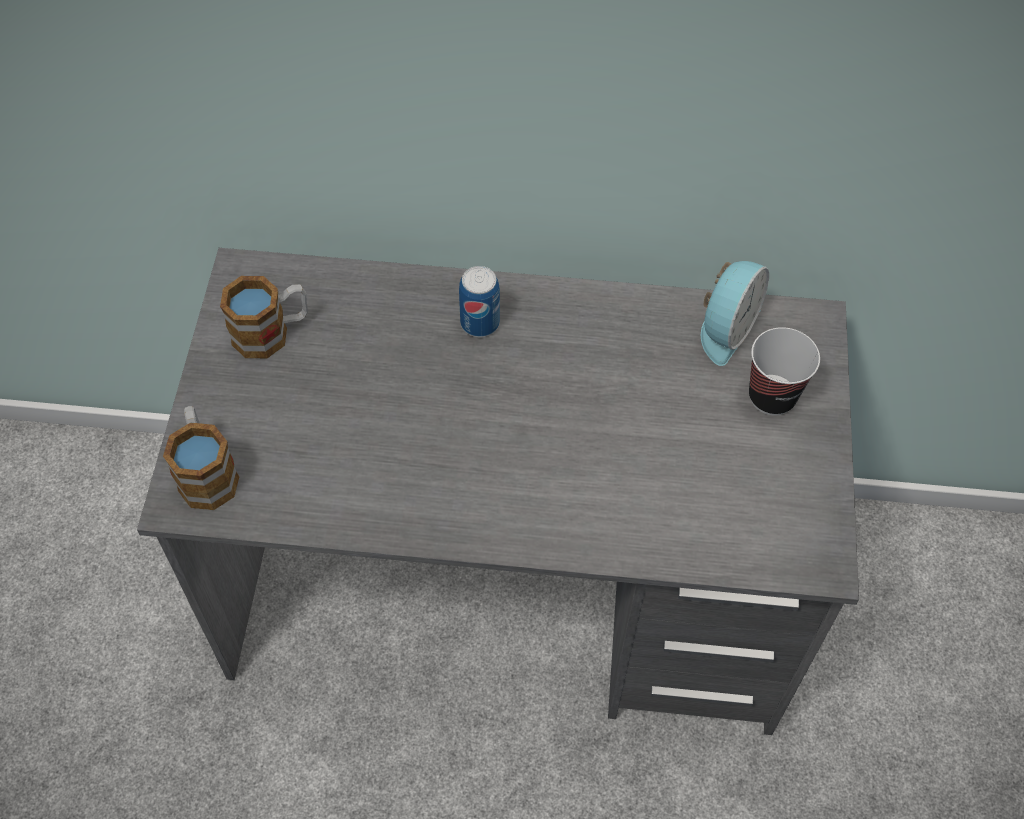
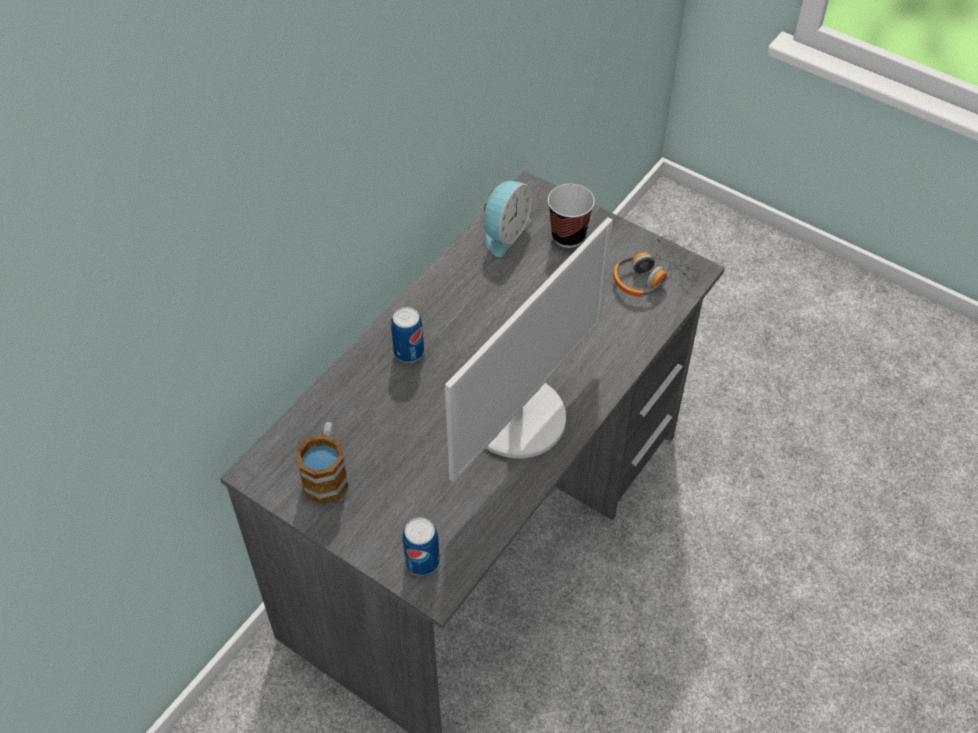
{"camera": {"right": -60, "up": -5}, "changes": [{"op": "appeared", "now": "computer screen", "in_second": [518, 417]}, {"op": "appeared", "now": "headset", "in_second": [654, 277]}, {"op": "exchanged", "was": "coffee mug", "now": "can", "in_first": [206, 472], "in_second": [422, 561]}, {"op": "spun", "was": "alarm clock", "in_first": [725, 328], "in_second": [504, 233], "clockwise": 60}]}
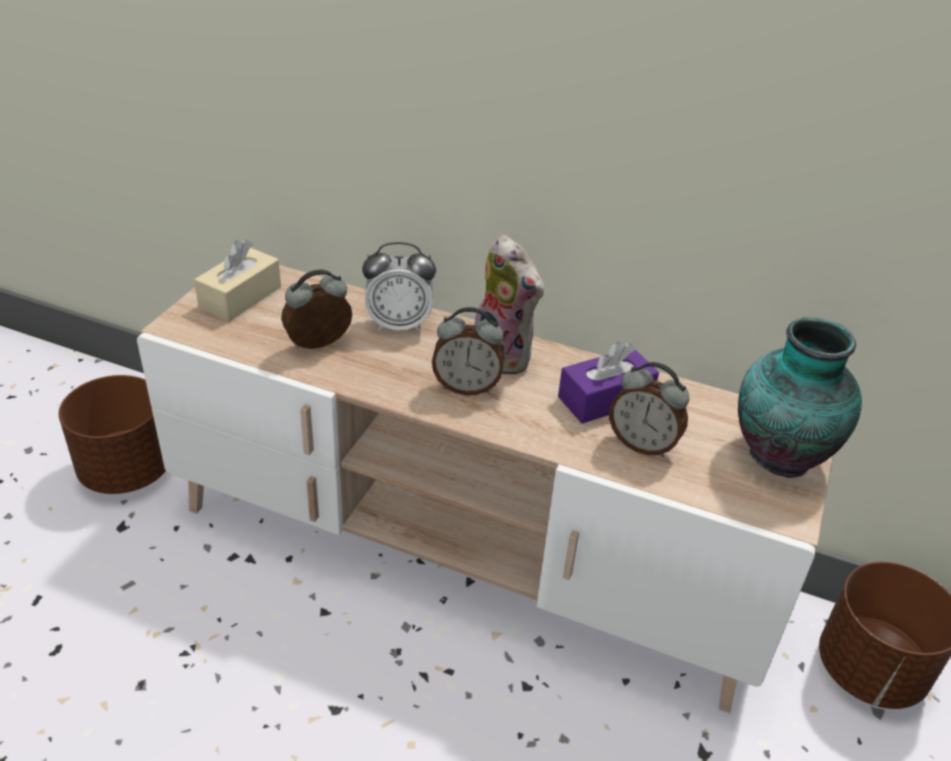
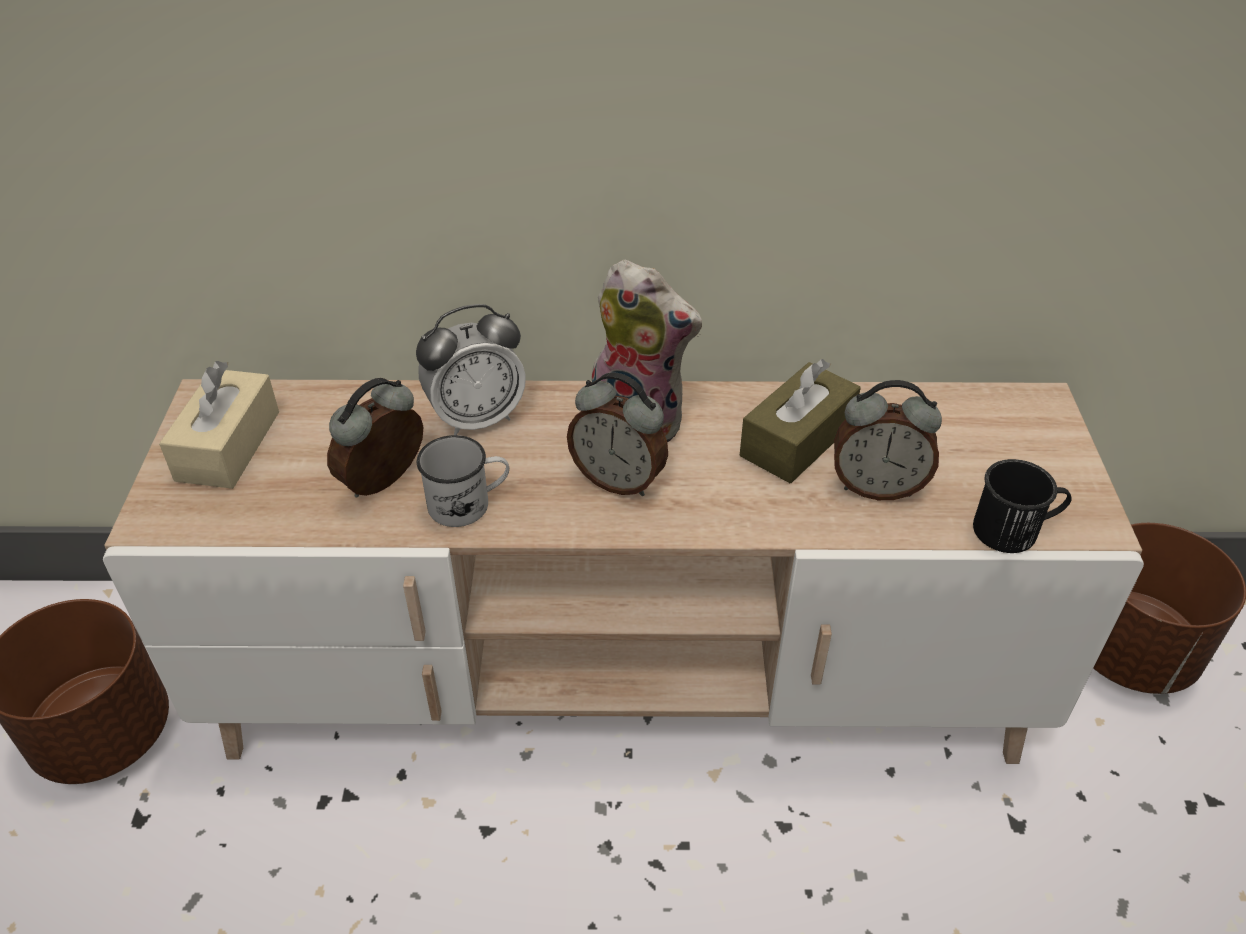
{"camera": {"right": -20, "up": 5}, "changes": [{"op": "missing", "was": "vase", "in_first": [780, 454]}, {"op": "appeared", "now": "white coffee mug", "in_second": [468, 503]}, {"op": "appeared", "now": "black-coloured coffee mug", "in_second": [1015, 530]}, {"op": "colour", "was": "purple box of tissues", "now": "brown-coloured box of tissues", "in_first": [605, 399], "in_second": [797, 440]}, {"op": "spun", "was": "alarm clock", "in_first": [467, 387], "in_second": [619, 480], "clockwise": 45}]}
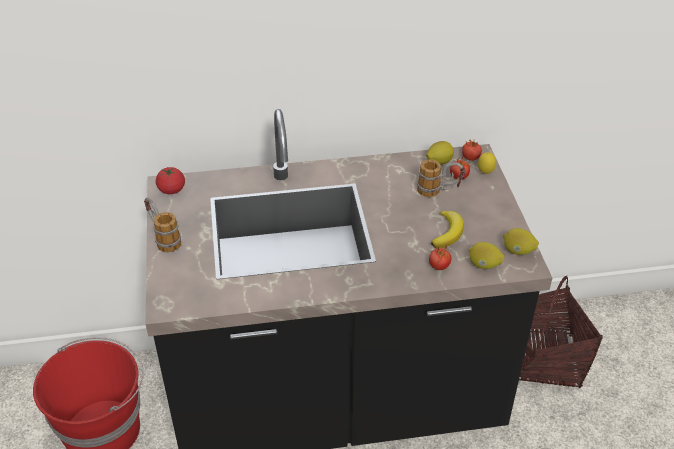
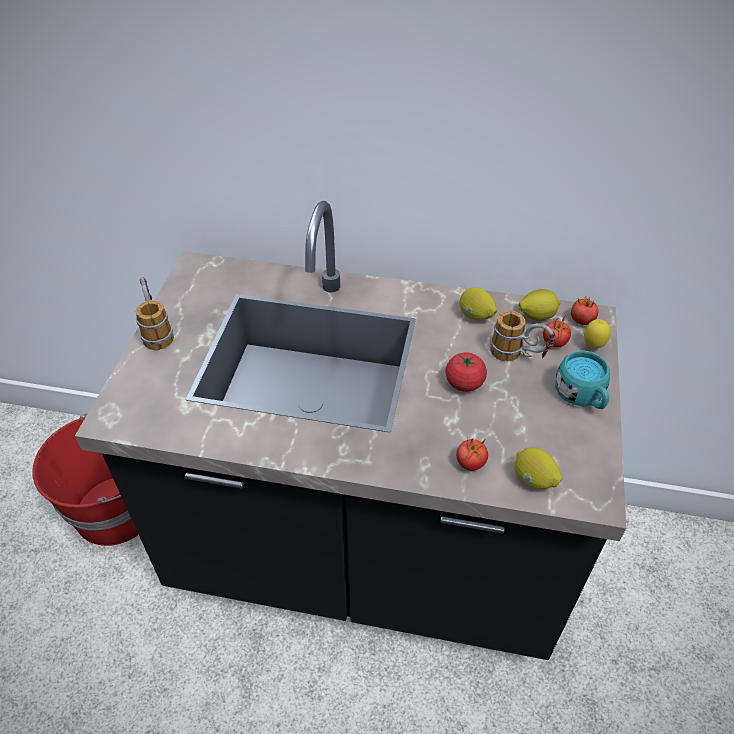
{"camera": {"right": 20, "up": 5}, "changes": [{"op": "missing", "was": "whole banana", "in_first": [447, 232]}, {"op": "missing", "was": "household basket", "in_first": [542, 359]}, {"op": "appeared", "now": "turquoise coffee mug", "in_second": [582, 396]}, {"op": "relocated", "was": "whole tomato", "in_first": [171, 190], "in_second": [464, 383]}, {"op": "relocated", "was": "whole lemon", "in_first": [518, 251], "in_second": [475, 316]}]}
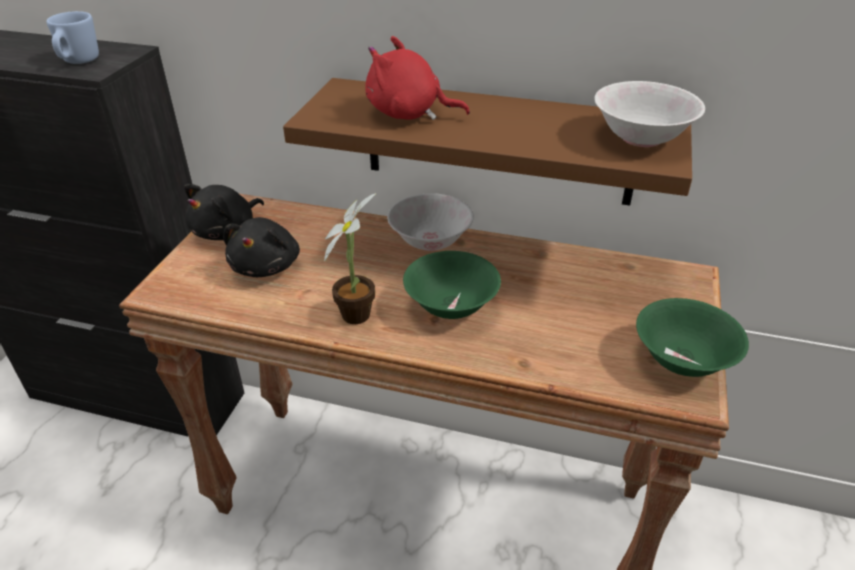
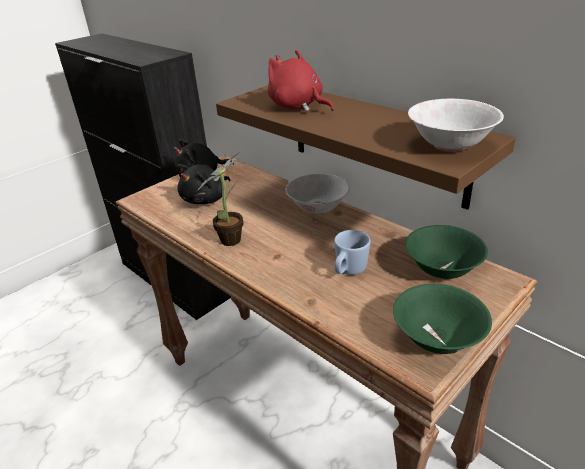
{"camera": {"right": 30, "up": -5}, "changes": [{"op": "relocated", "was": "blue coffee mug", "in_first": [78, 62], "in_second": [348, 271]}, {"op": "relocated", "was": "greenish deep dish", "in_first": [450, 306], "in_second": [441, 269]}]}
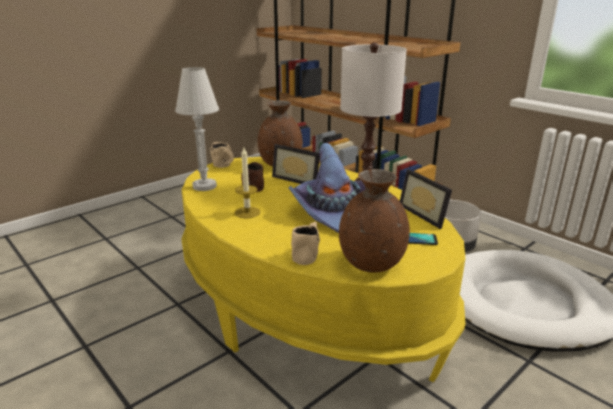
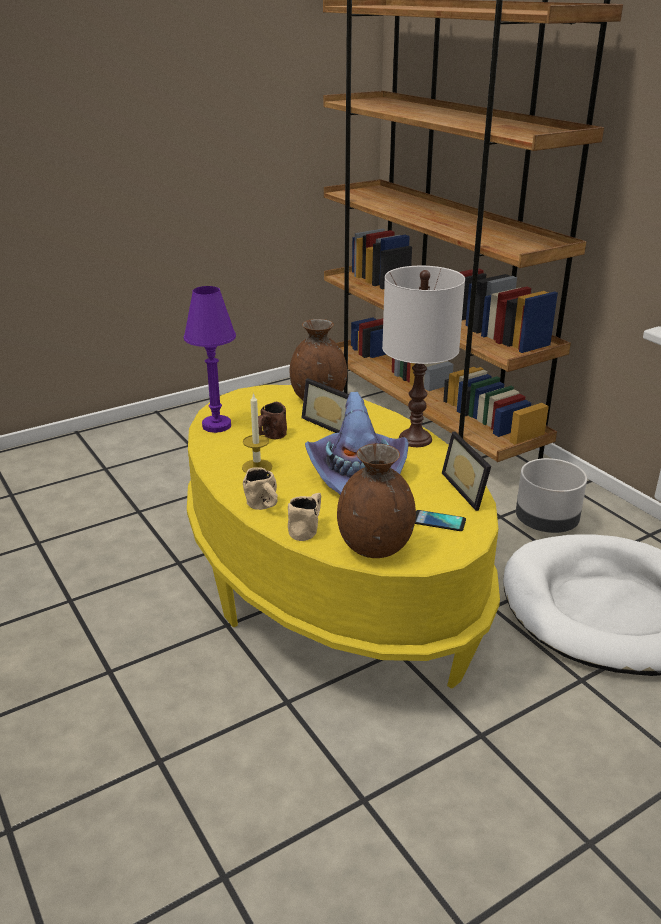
{"camera": {"right": 10, "up": 5}, "changes": [{"op": "relocated", "was": "sand-coloured coffee mug", "in_first": [225, 166], "in_second": [265, 507]}, {"op": "colour", "was": "white table lamp", "now": "purple table lamp", "in_first": [204, 186], "in_second": [216, 425]}]}
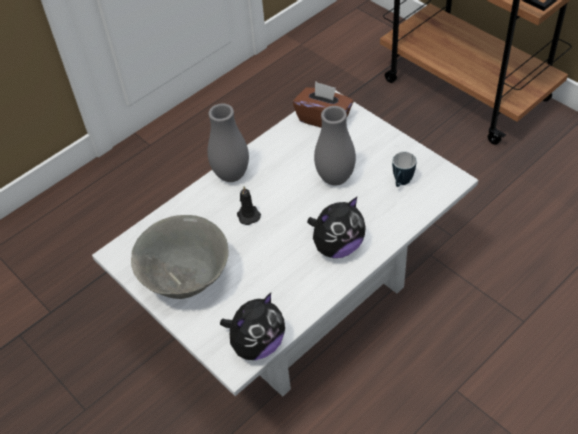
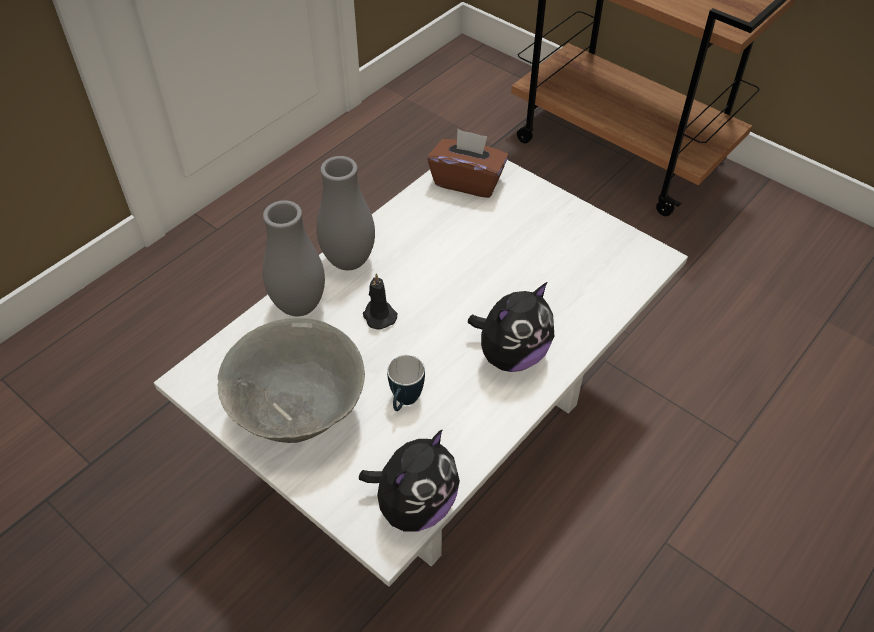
{"camera": {"right": -10, "up": 0}, "changes": [{"op": "relocated", "was": "grey vase", "in_first": [335, 178], "in_second": [299, 305]}, {"op": "relocated", "was": "coffee mug", "in_first": [401, 183], "in_second": [404, 402]}]}
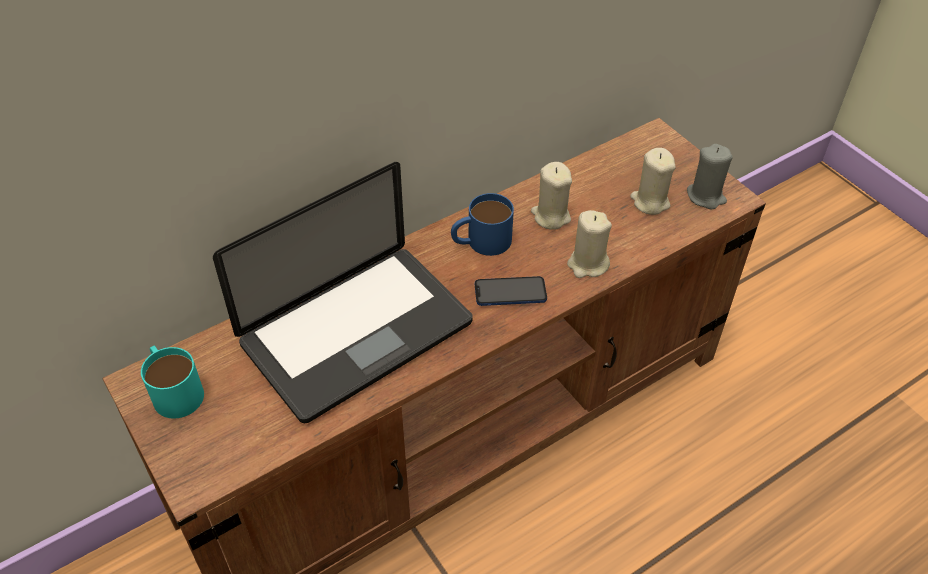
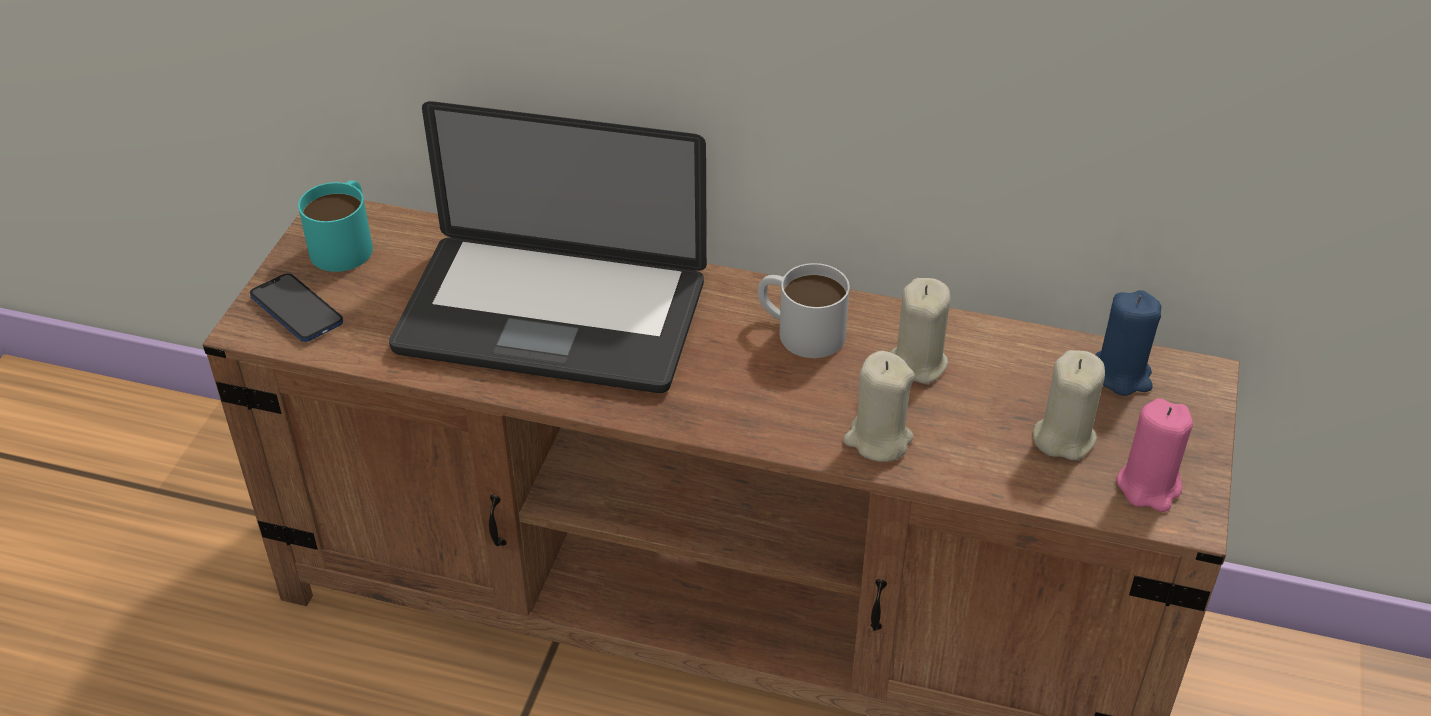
{"camera": {"right": 50, "up": -5}, "changes": [{"op": "appeared", "now": "blue wax light", "in_second": [1122, 374]}, {"op": "relocated", "was": "phone", "in_first": [510, 292], "in_second": [297, 310]}, {"op": "colour", "was": "blue coffee mug", "now": "white coffee mug", "in_first": [481, 241], "in_second": [799, 329]}, {"op": "colour", "was": "grey wax light", "now": "pink wax light", "in_first": [706, 196], "in_second": [1149, 486]}]}
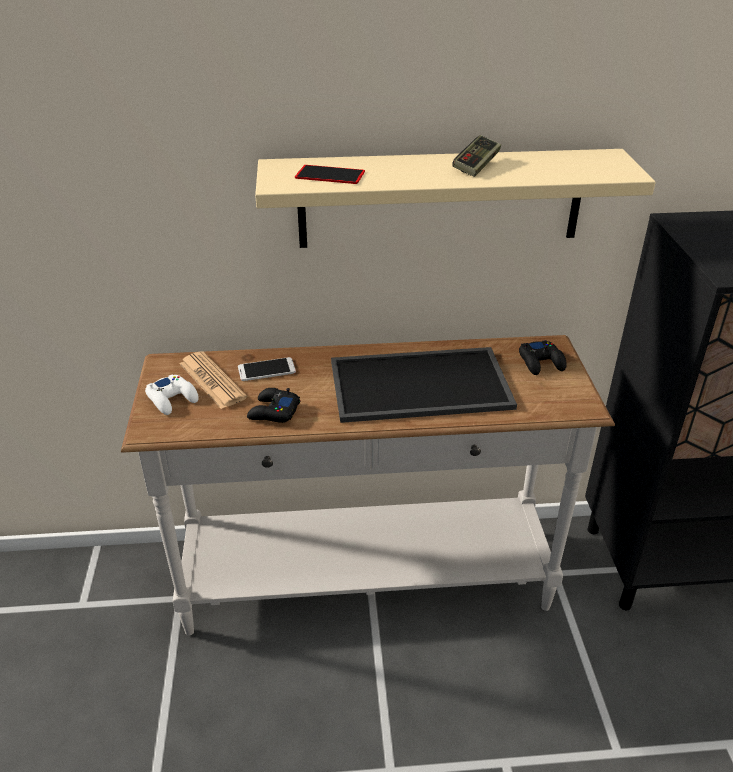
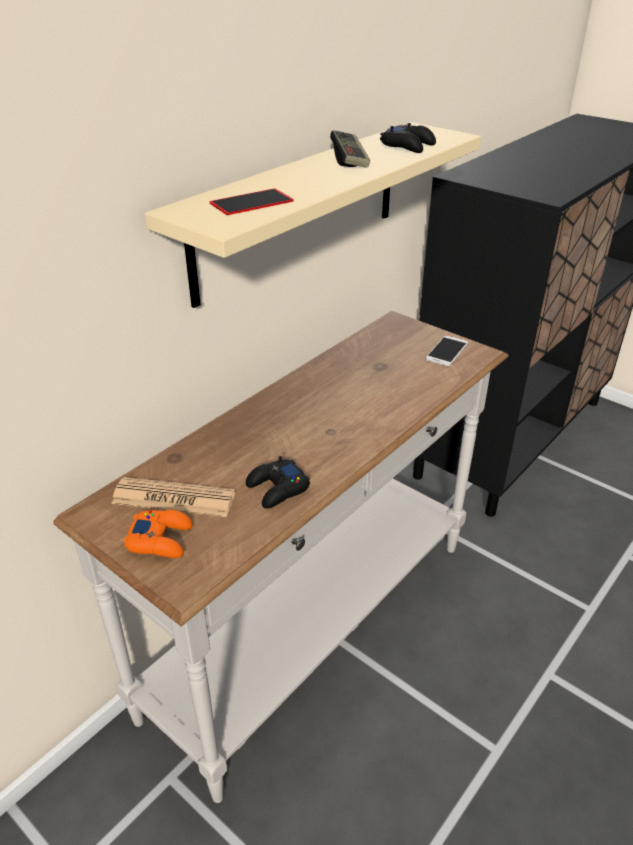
{"camera": {"right": -45, "up": 0}, "changes": [{"op": "missing", "was": "tray", "in_first": [421, 383]}, {"op": "relocated", "was": "phone", "in_first": [266, 370], "in_second": [447, 351]}, {"op": "relocated", "was": "black-coloured joypad", "in_first": [541, 362], "in_second": [408, 146]}, {"op": "colour", "was": "white joypad", "now": "orangey joypad", "in_first": [172, 399], "in_second": [161, 539]}]}
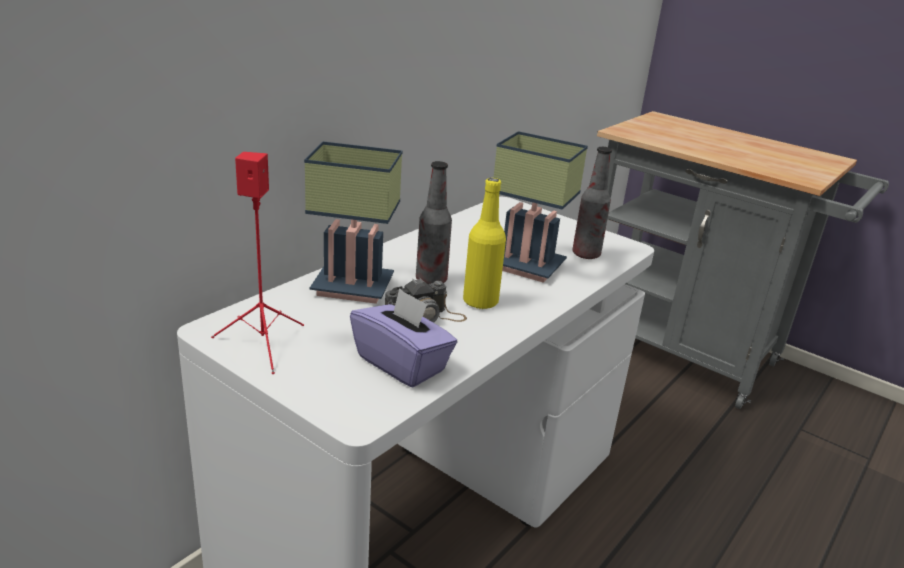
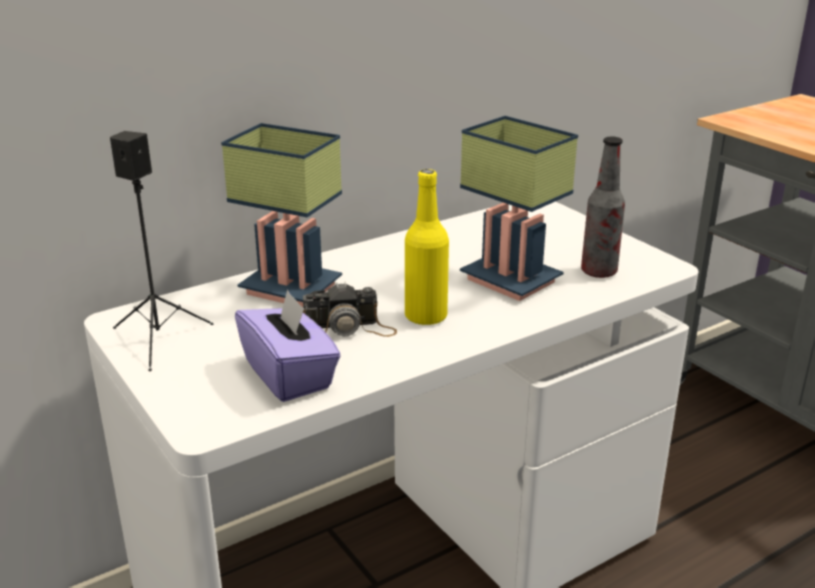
{"camera": {"right": 20, "up": 0}, "changes": [{"op": "missing", "was": "bottle", "in_first": [431, 280]}, {"op": "colour", "was": "reddish audio speaker", "now": "black-coloured audio speaker", "in_first": [263, 343], "in_second": [160, 339]}]}
